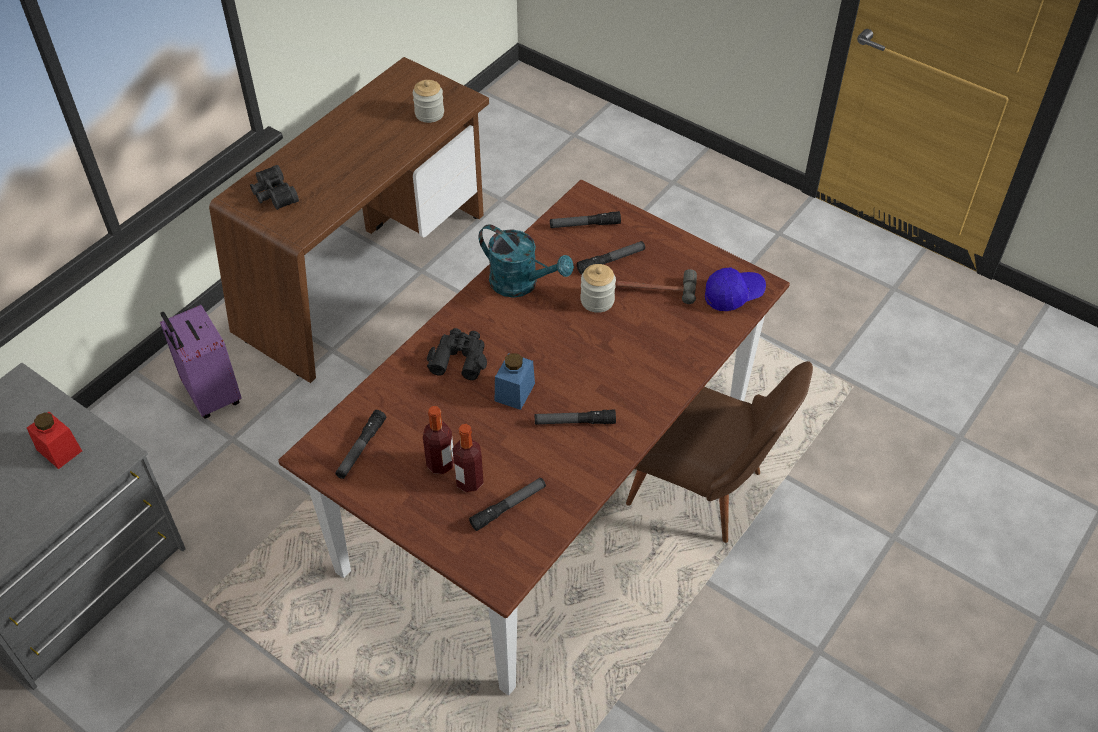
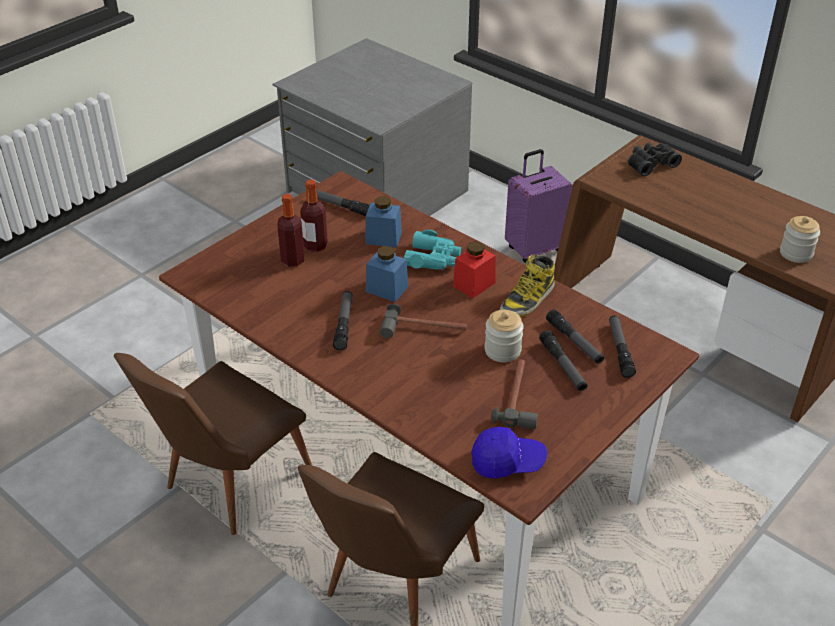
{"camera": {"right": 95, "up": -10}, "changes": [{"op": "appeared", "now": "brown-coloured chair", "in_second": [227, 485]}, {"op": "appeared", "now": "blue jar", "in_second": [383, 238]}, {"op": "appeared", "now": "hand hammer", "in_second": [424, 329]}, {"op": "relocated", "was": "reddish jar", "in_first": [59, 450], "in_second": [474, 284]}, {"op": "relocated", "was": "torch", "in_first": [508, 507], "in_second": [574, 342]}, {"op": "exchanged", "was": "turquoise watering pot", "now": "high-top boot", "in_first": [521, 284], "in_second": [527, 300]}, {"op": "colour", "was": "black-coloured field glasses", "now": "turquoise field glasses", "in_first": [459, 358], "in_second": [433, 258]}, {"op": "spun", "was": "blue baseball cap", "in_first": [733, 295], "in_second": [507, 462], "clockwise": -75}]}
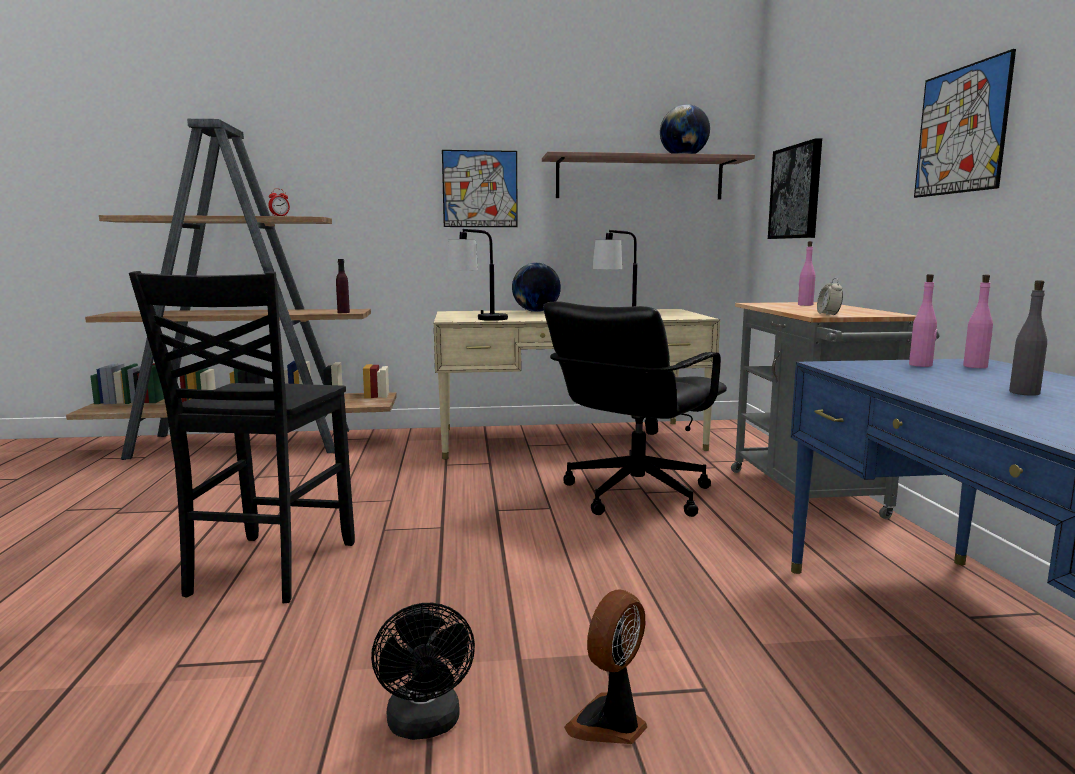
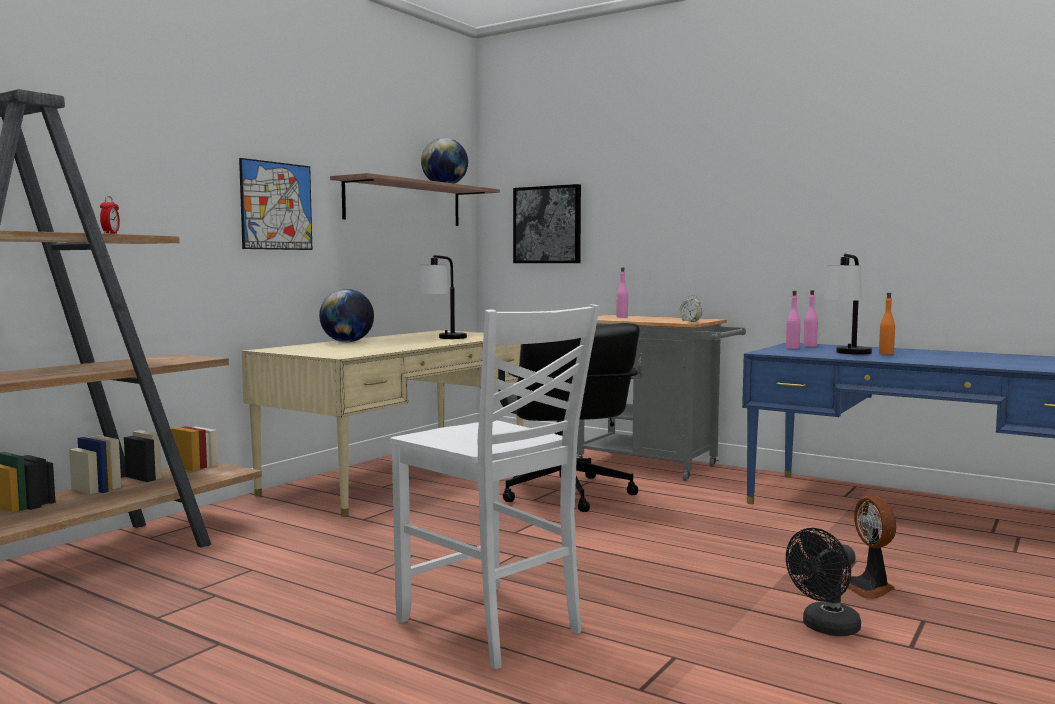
{"camera": {"right": -50, "up": -5}, "changes": [{"op": "missing", "was": "purple bottle", "in_first": [343, 312]}, {"op": "missing", "was": "picture", "in_first": [961, 130]}, {"op": "relocated", "was": "table lamp", "in_first": [478, 319], "in_second": [847, 354]}, {"op": "colour", "was": "black-coloured chair", "now": "white chair", "in_first": [268, 569], "in_second": [492, 627]}, {"op": "colour", "was": "grey bottle", "now": "orangey bottle", "in_first": [1024, 393], "in_second": [886, 353]}, {"op": "spun", "was": "black-coloured cooling fan", "in_first": [425, 725], "in_second": [825, 628], "clockwise": 120}]}
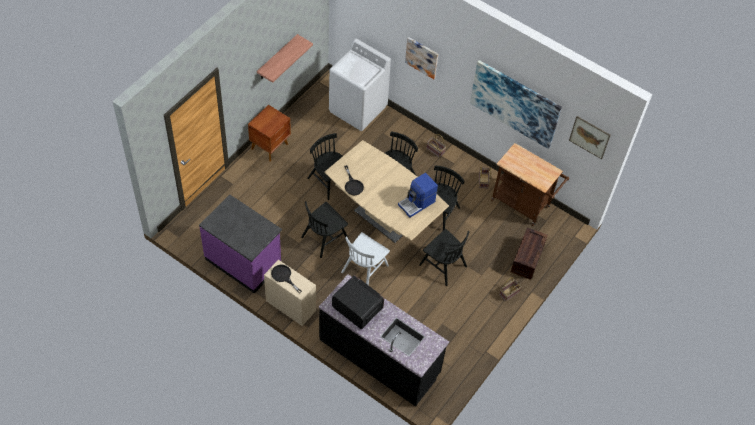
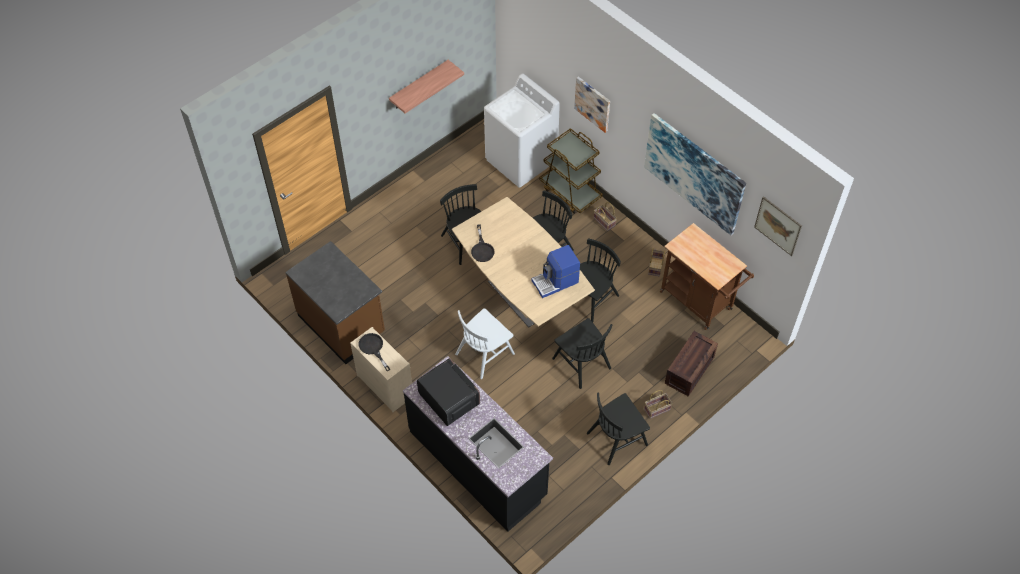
{"camera": {"right": 15, "up": 0}, "changes": [{"op": "missing", "was": "brown-coloured bedside table", "in_first": [270, 146]}, {"op": "appeared", "now": "brown-coloured cart", "in_second": [570, 192]}, {"op": "relocated", "was": "black-coloured chair", "in_first": [324, 238], "in_second": [617, 438]}, {"op": "colour", "was": "purple kitchen base unit", "now": "brown-coloured kitchen base unit", "in_first": [243, 261], "in_second": [342, 324]}]}
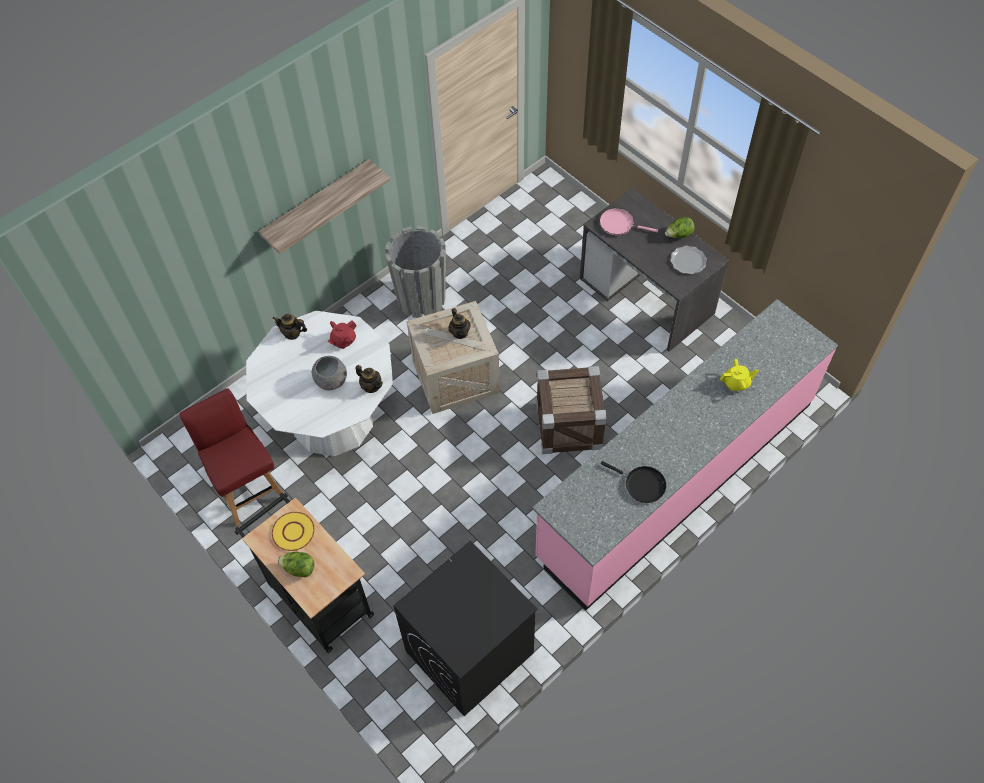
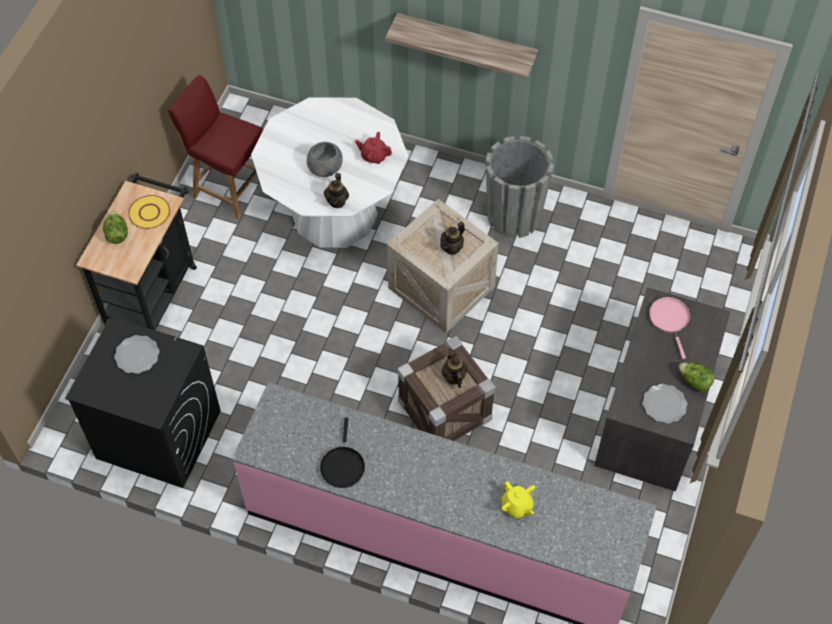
{"camera": {"right": 60, "up": 0}, "changes": [{"op": "appeared", "now": "flat dish", "in_second": [137, 356]}, {"op": "relocated", "was": "pot for tea", "in_first": [292, 333], "in_second": [454, 377]}, {"op": "spun", "was": "reddish chair", "in_first": [249, 489], "in_second": [229, 188], "clockwise": -90}]}
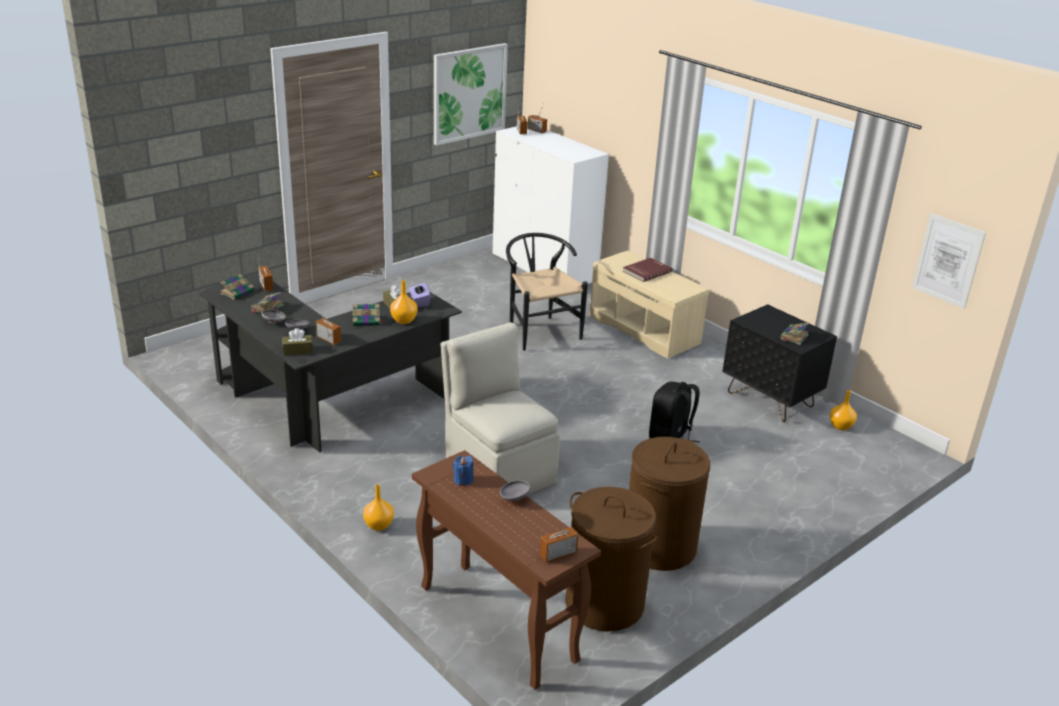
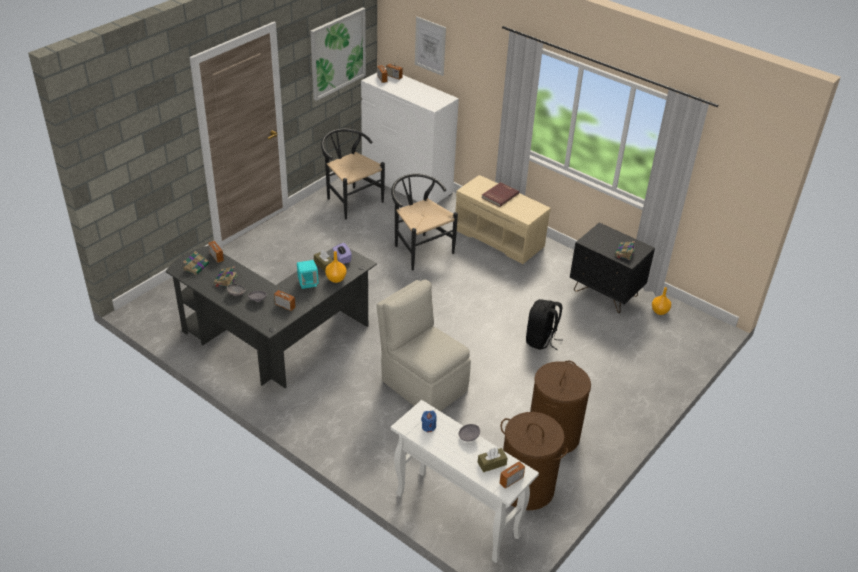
{"camera": {"right": -10, "up": 10}, "changes": [{"op": "missing", "was": "orangey vase", "in_first": [378, 525]}, {"op": "appeared", "now": "black-coloured chair", "in_second": [350, 200]}, {"op": "relocated", "was": "brown-coloured box of tissues", "in_first": [297, 350], "in_second": [492, 463]}, {"op": "relocated", "was": "picture", "in_first": [948, 260], "in_second": [430, 46]}, {"op": "exchanged", "was": "bound book", "now": "turquoise audio speaker", "in_first": [367, 321], "in_second": [308, 283]}, {"op": "colour", "was": "brown-coloured narrow table", "now": "white narrow table", "in_first": [496, 623], "in_second": [456, 515]}]}
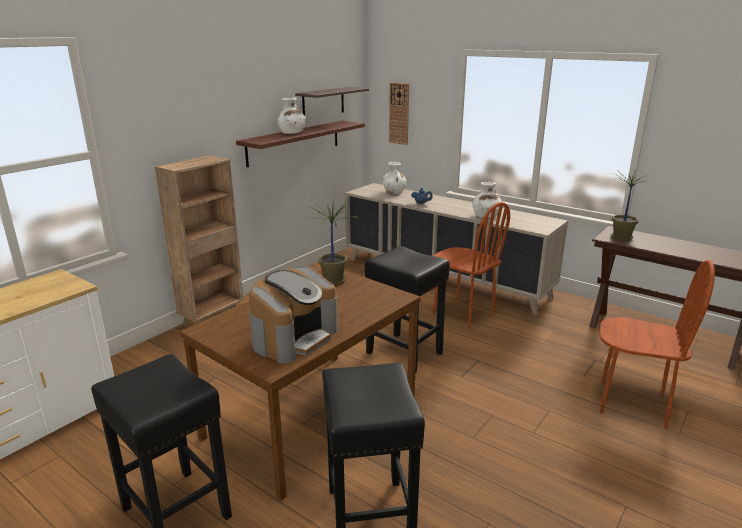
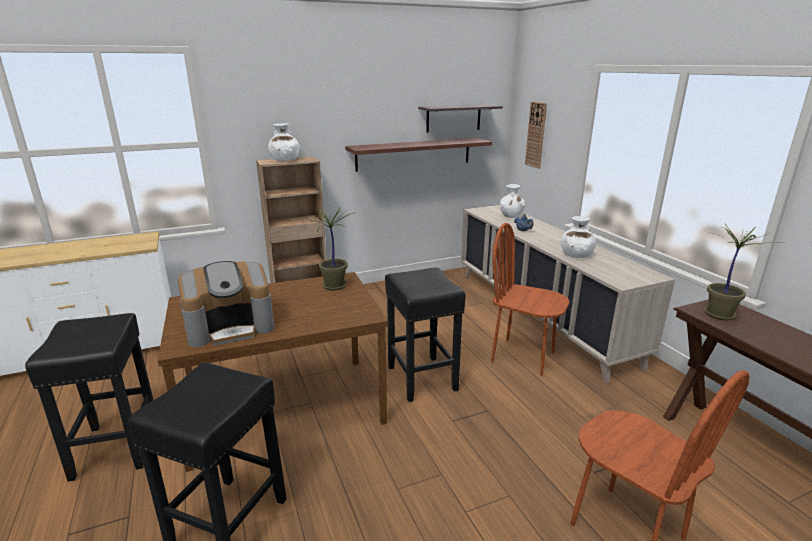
{"camera": {"right": 30, "up": 0}, "changes": [{"op": "relocated", "was": "white vase", "in_first": [291, 133], "in_second": [284, 160]}, {"op": "spun", "was": "brown-coloured chair", "in_first": [463, 313], "in_second": [523, 356], "clockwise": 135}]}
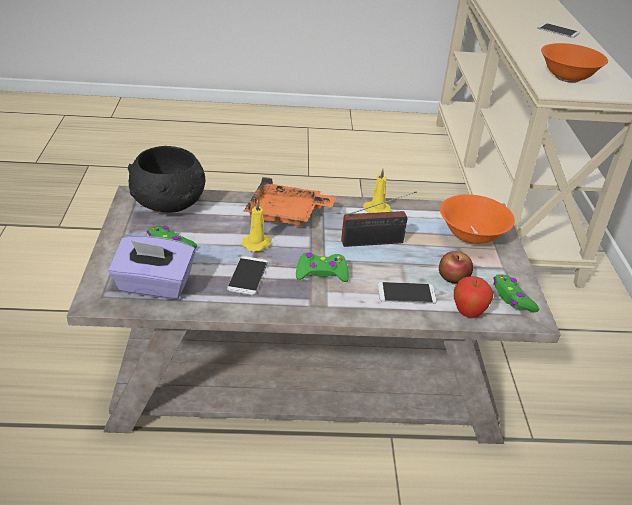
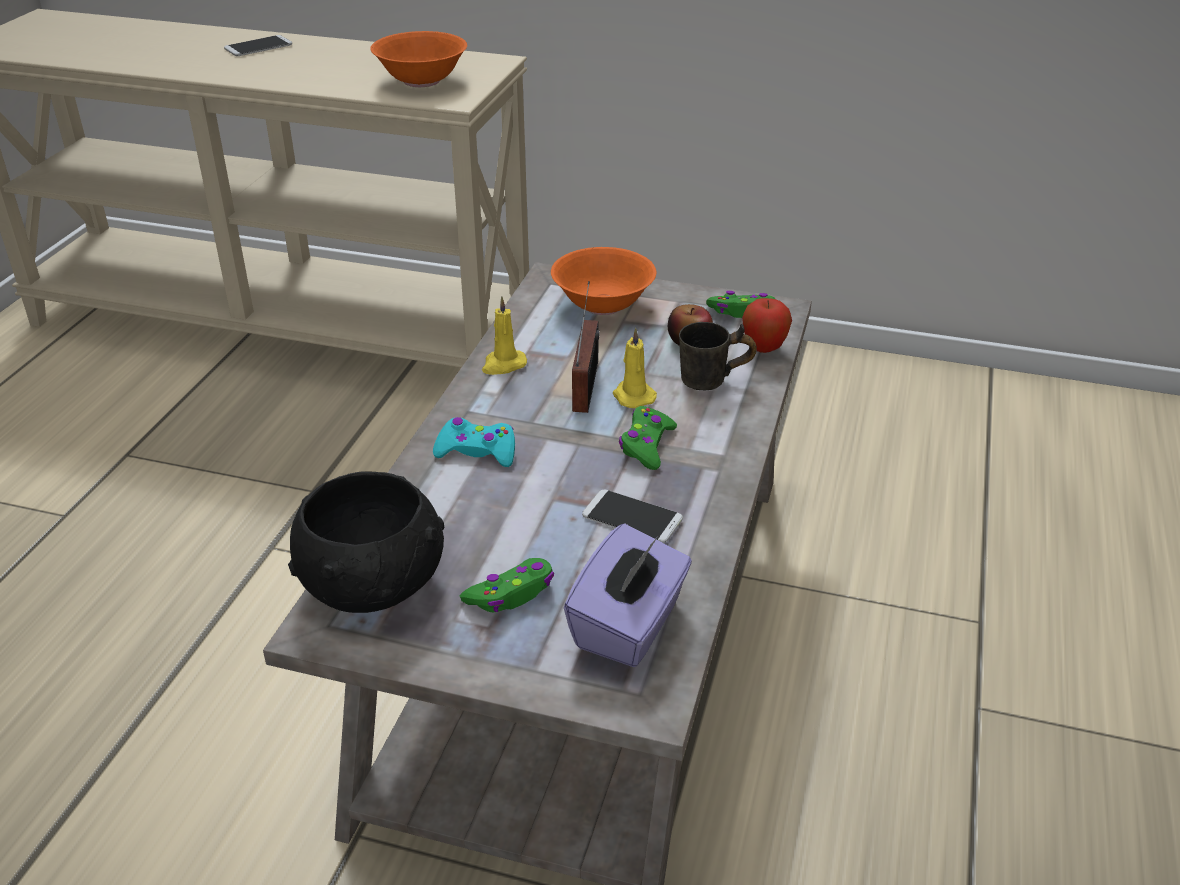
{"camera": {"right": -70, "up": 0}, "changes": [{"op": "relocated", "was": "yellow wax light", "in_first": [257, 244], "in_second": [632, 396]}, {"op": "exchanged", "was": "orangey tray", "now": "turquoise joypad", "in_first": [286, 214], "in_second": [477, 451]}, {"op": "exchanged", "was": "phone", "now": "grey coffee mug", "in_first": [406, 294], "in_second": [713, 384]}]}
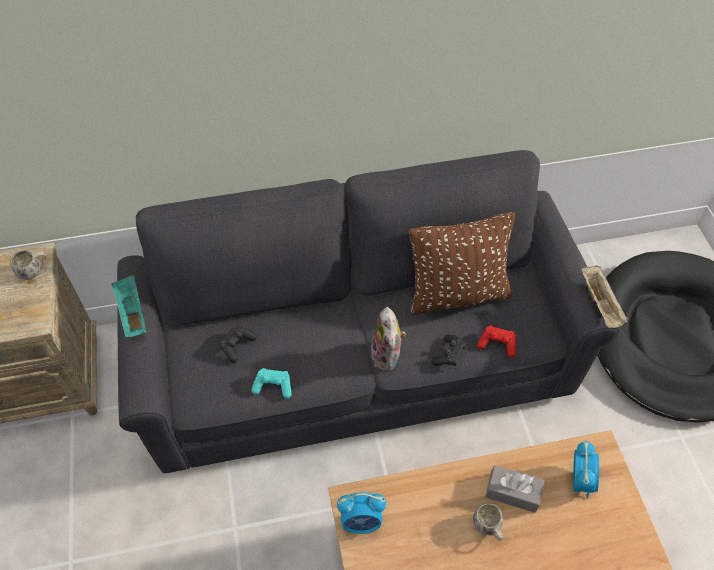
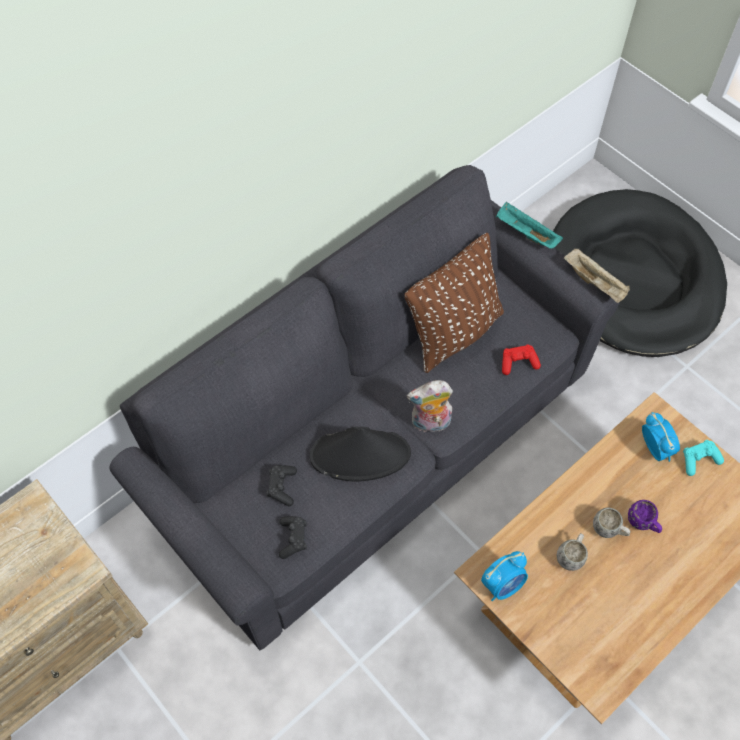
{"camera": {"right": -30, "up": 5}, "changes": [{"op": "missing", "was": "grey box of tissues", "in_first": [512, 492]}, {"op": "appeared", "now": "black-coloured hat", "in_second": [360, 454]}, {"op": "appeared", "now": "purple coffee mug", "in_second": [643, 524]}, {"op": "relocated", "was": "white coffee mug", "in_first": [34, 271], "in_second": [571, 556]}, {"op": "relocated", "was": "turquoise tray", "in_first": [132, 313], "in_second": [525, 234]}, {"op": "relocated", "was": "turquoise joypad", "in_first": [273, 386], "in_second": [699, 460]}, {"op": "relocated", "was": "black-coloured joypad", "in_first": [449, 355], "in_second": [293, 539]}, {"op": "spun", "was": "cuddly toy", "in_first": [388, 356], "in_second": [430, 423], "clockwise": 120}]}
